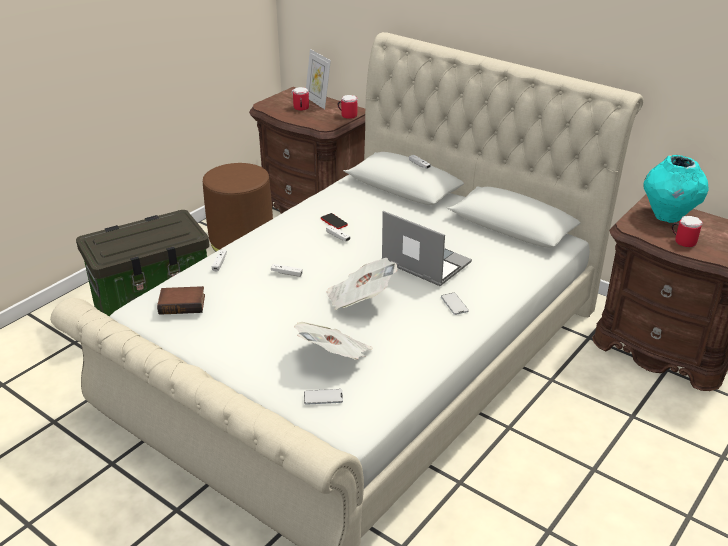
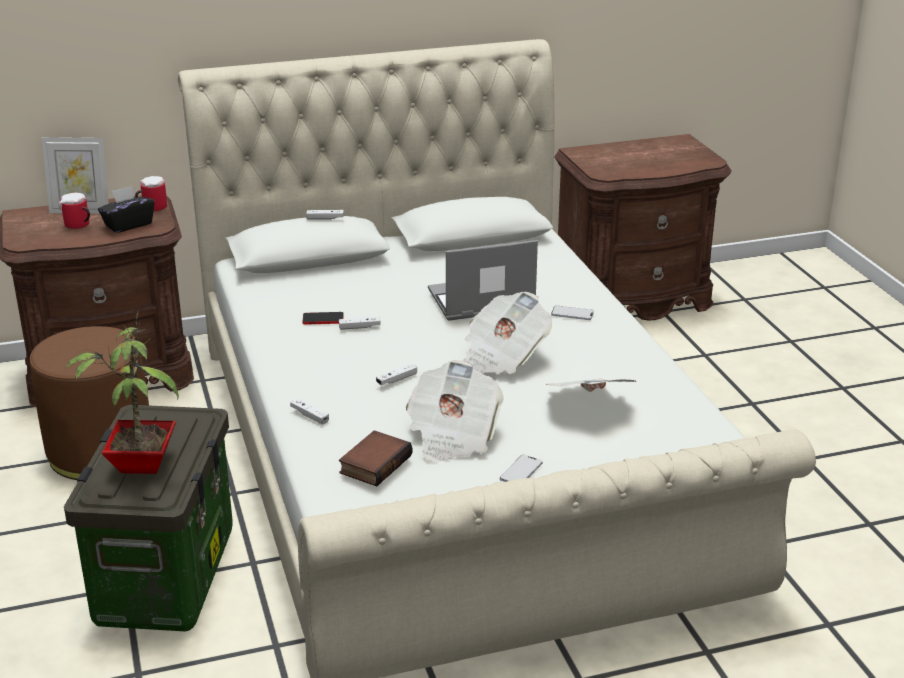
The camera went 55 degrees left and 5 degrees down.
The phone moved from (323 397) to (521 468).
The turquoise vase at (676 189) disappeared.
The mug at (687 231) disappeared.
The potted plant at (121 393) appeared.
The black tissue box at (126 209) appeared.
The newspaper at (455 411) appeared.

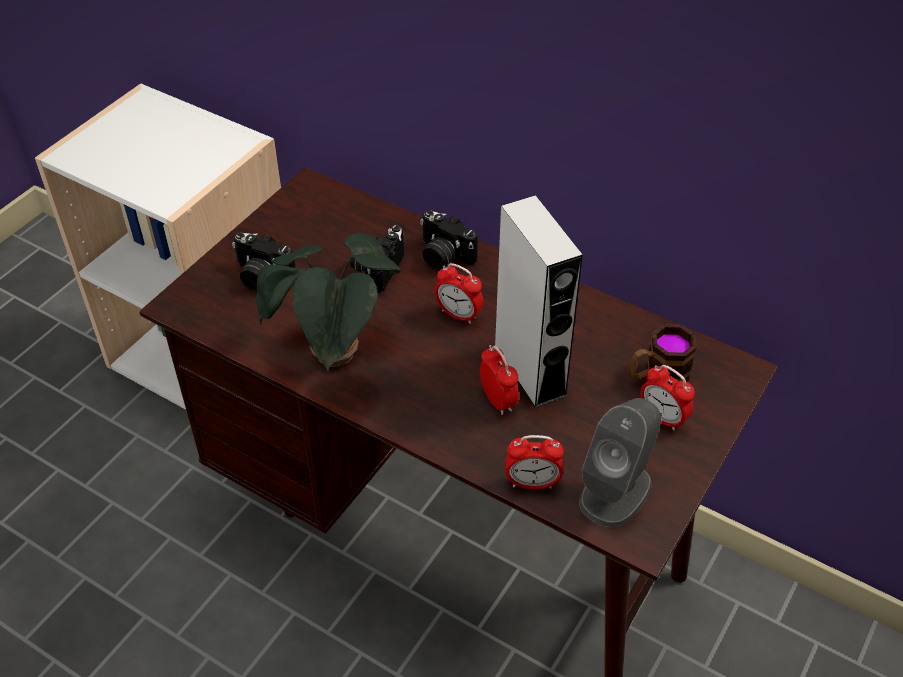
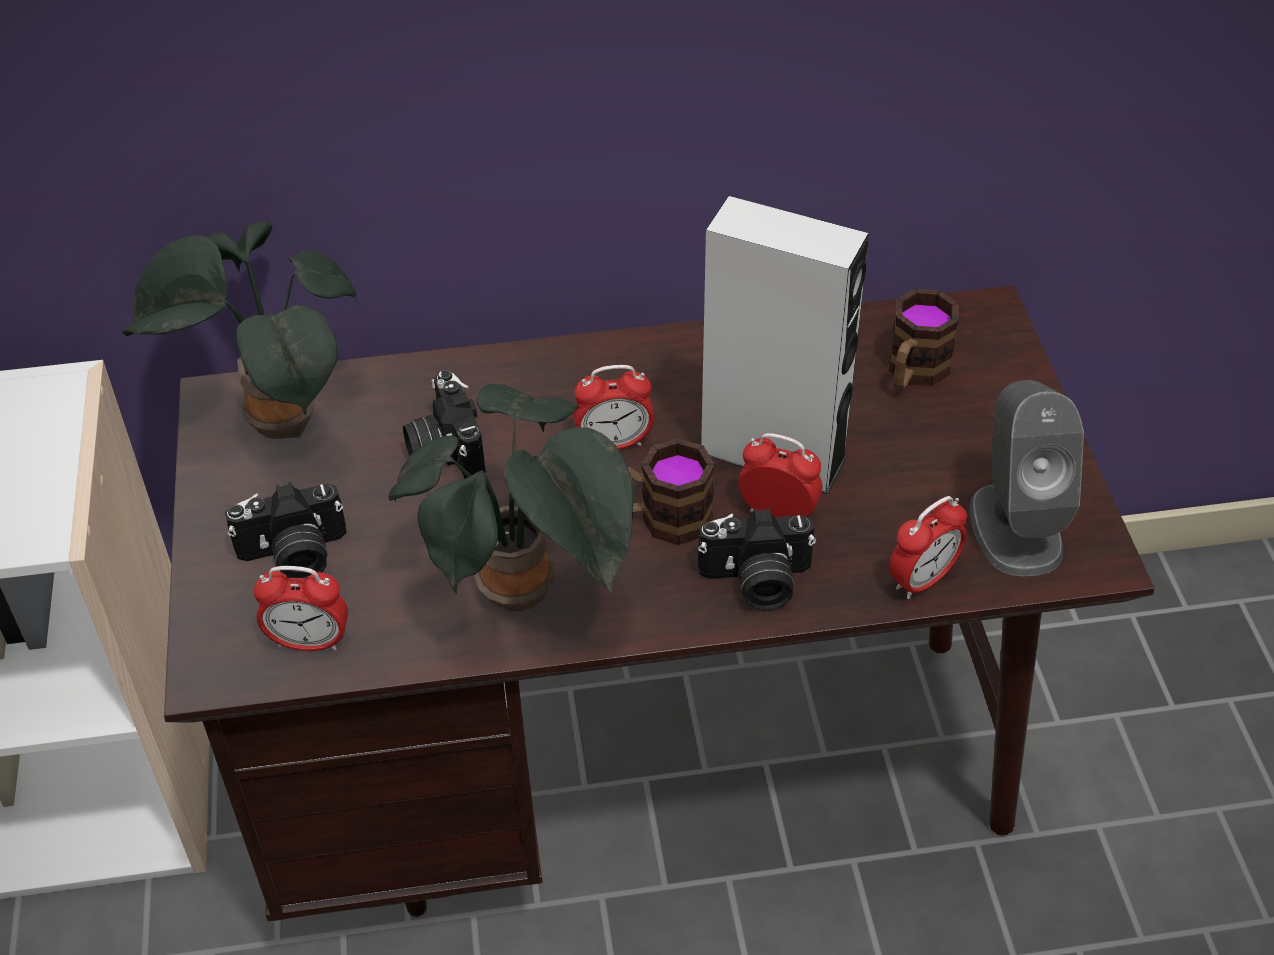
The camera went 40 degrees left and 0 degrees up.
The photo camera moved from (449 240) to (757 559).
The alarm clock moved from (667 398) to (300 608).
The potted plant at (240 330) appeared.
The mug at (671 491) appeared.

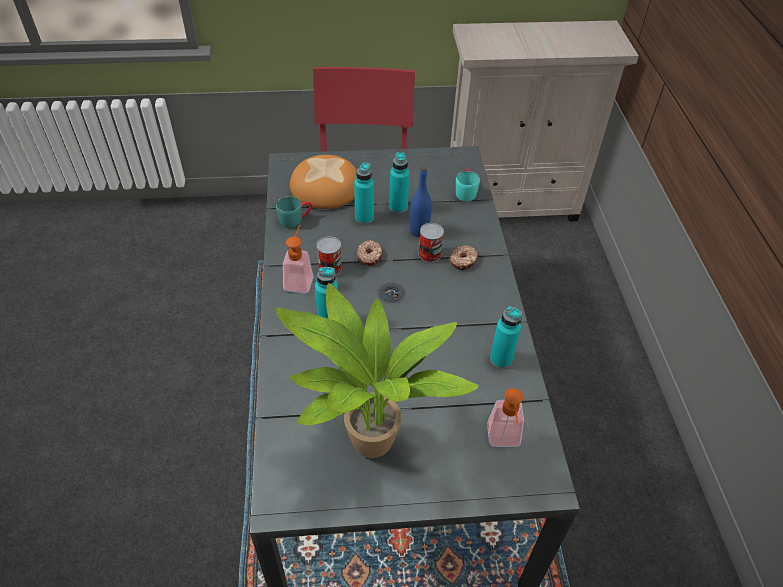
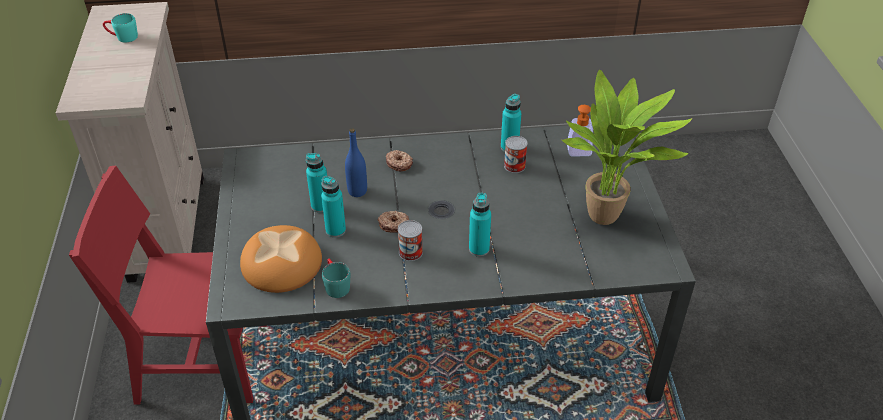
The camera went 90 degrees left and 5 degrees down.
The soap dispenser at (298 259) disappeared.
The can moved from (431 242) to (516 154).
The turquoise mug moved from (468 185) to (120 28).

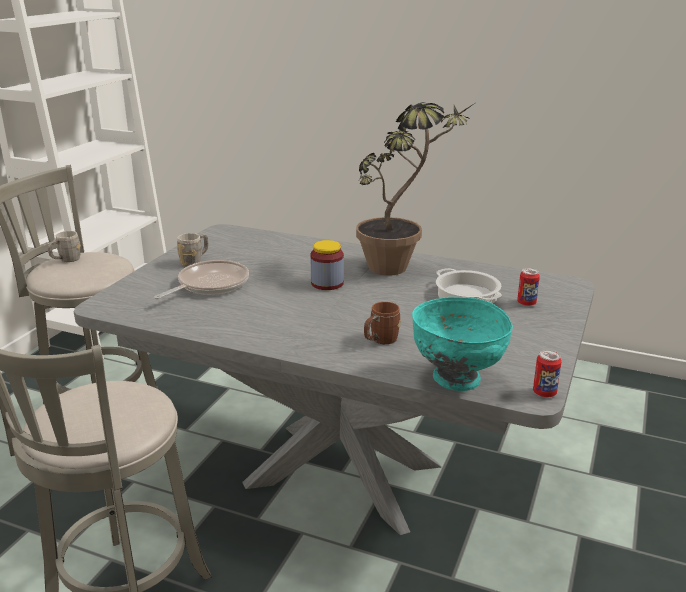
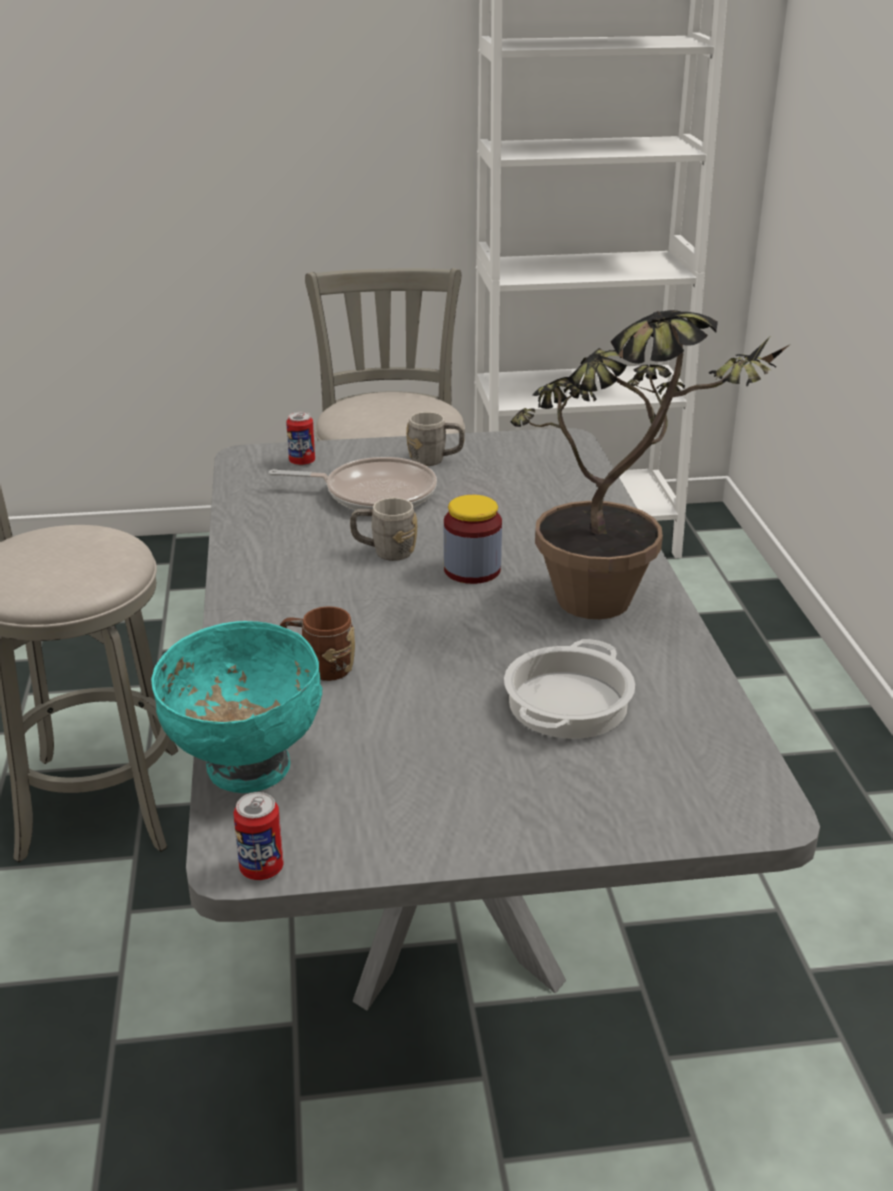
The camera went 60 degrees right and 5 degrees up.
The grey mug moved from (64 246) to (383 529).
The can moved from (528 287) to (300 439).

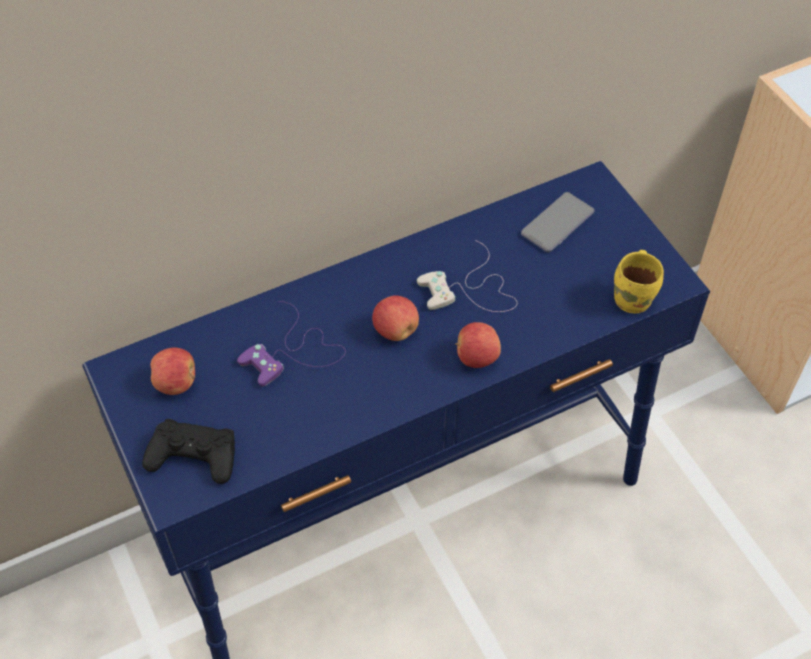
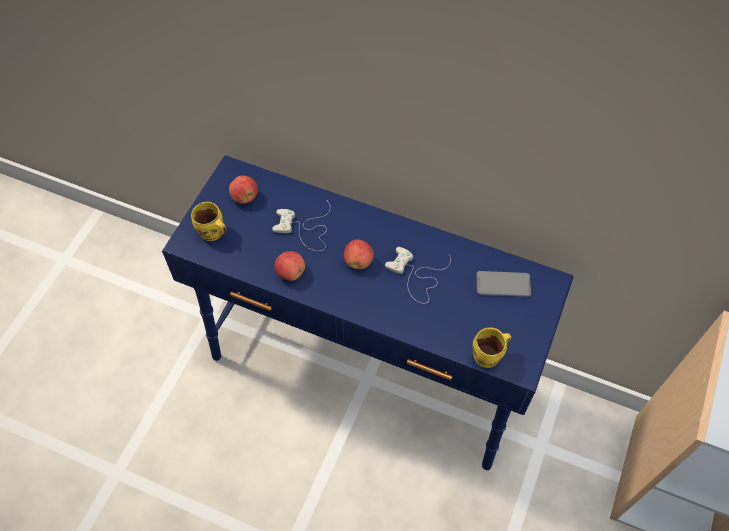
The camera went 50 degrees right and 5 degrees up.
The black game controller at (188 451) was replaced by the yellow mug at (209 221).
The purple game controller at (291 344) became the white game controller at (301 226).
The apple moved from (478 345) to (289 266).

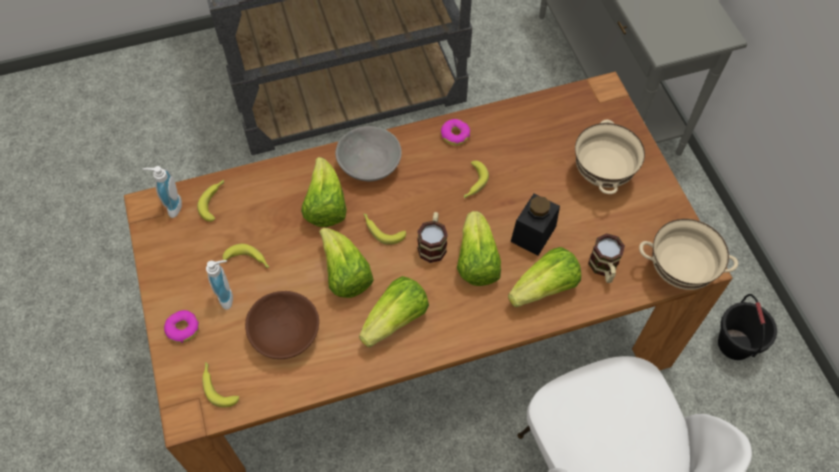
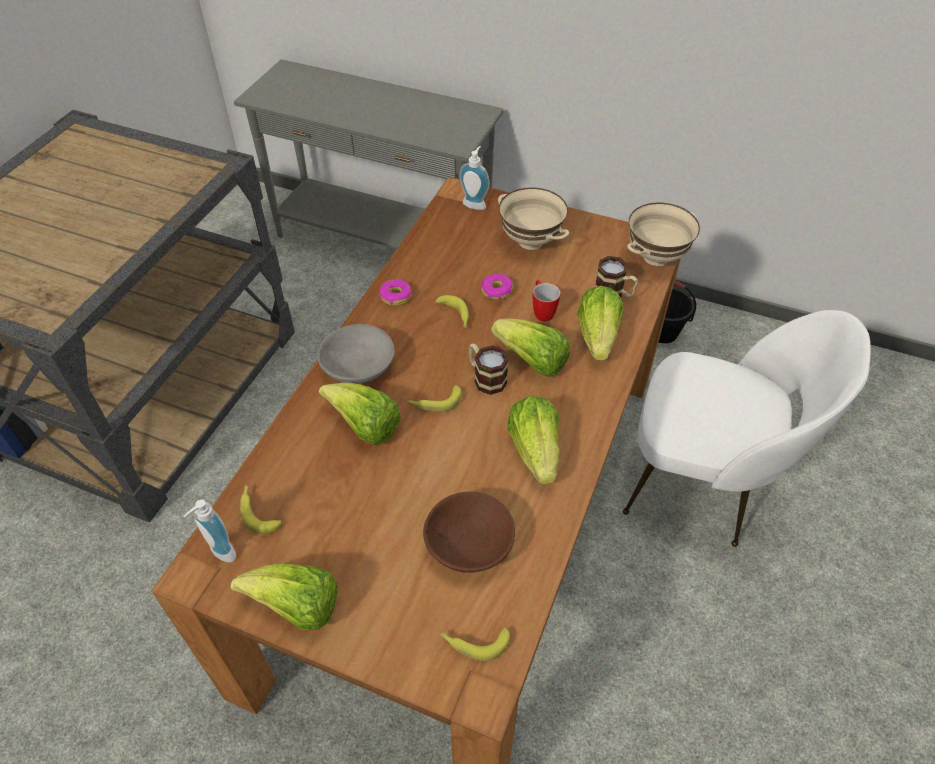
The camera went 50 degrees left and 10 degrees down.
The donut moved from (181 326) to (497 287).
The soap dispenser moved from (219 285) to (474 178).
The banana at (246 256) disappeared.
The lettuce moved from (346 263) to (284 597).
The black jar at (535 224) was replaced by the mug at (547 300).

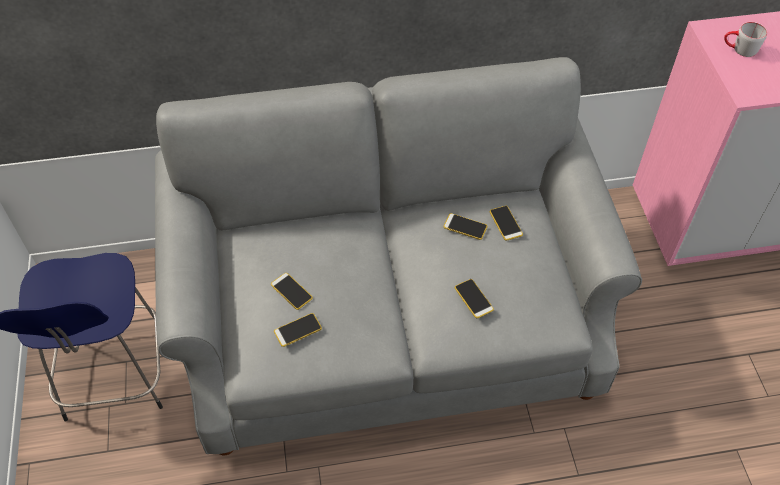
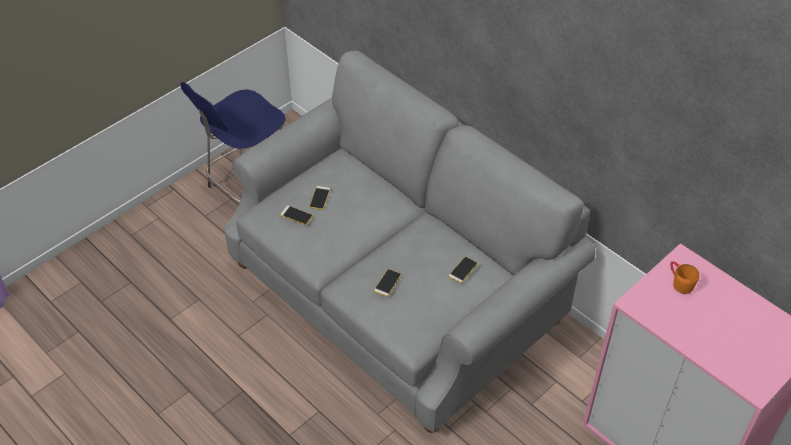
The camera went 55 degrees right and 5 degrees down.
The phone at (465 226) disappeared.
The grey mug at (745 39) became the orange mug at (685 277).

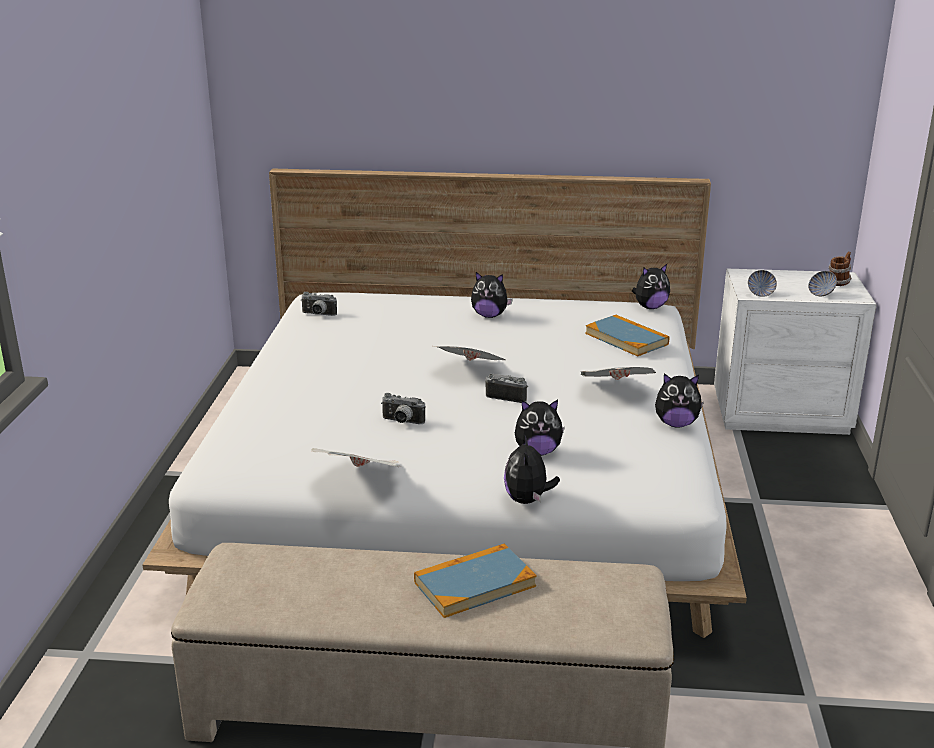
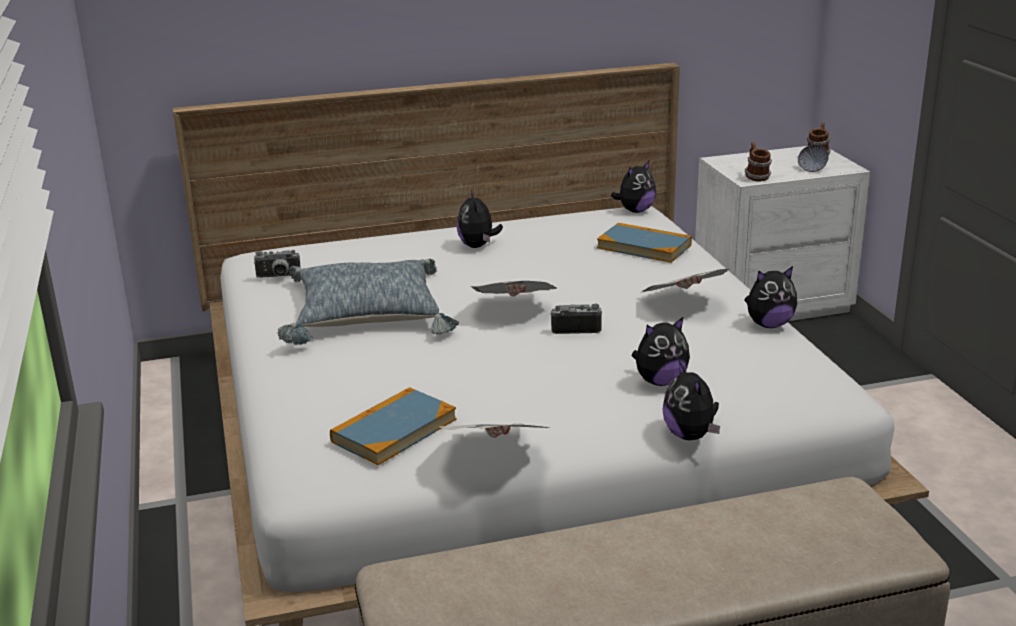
The camera went 20 degrees left and 0 degrees up.
The photo camera at (403 408) disappeared.
The book moved from (475 581) to (393 426).
The plush toy at (492 295) turned 90 degrees clockwise.
The bowl at (762 283) was replaced by the mug at (758 162).
The pillow at (368 301) appeared.

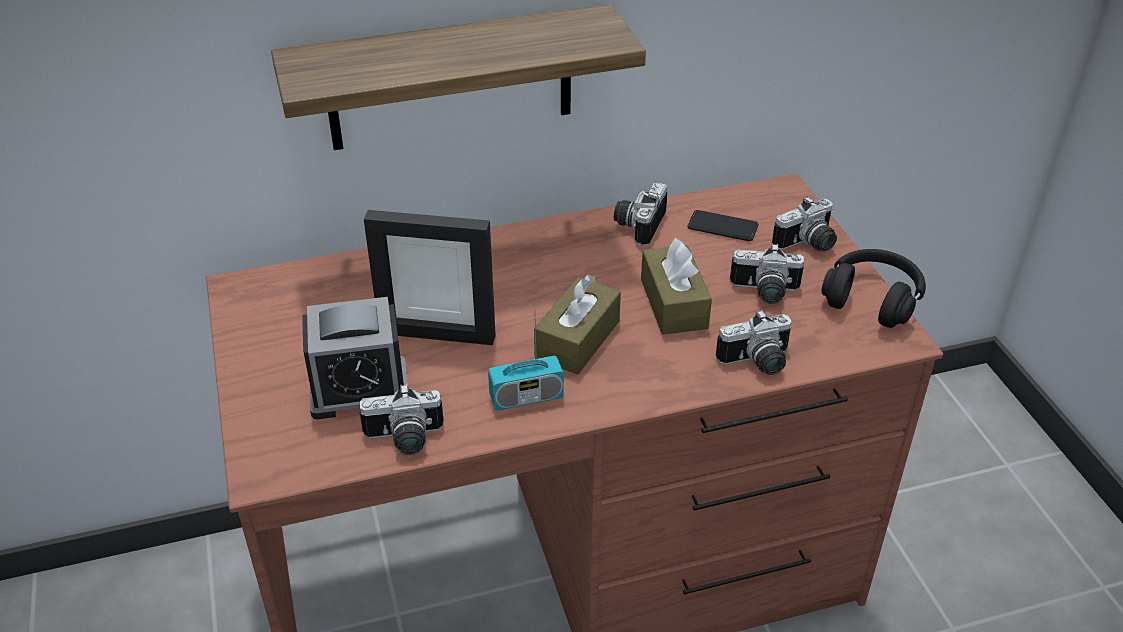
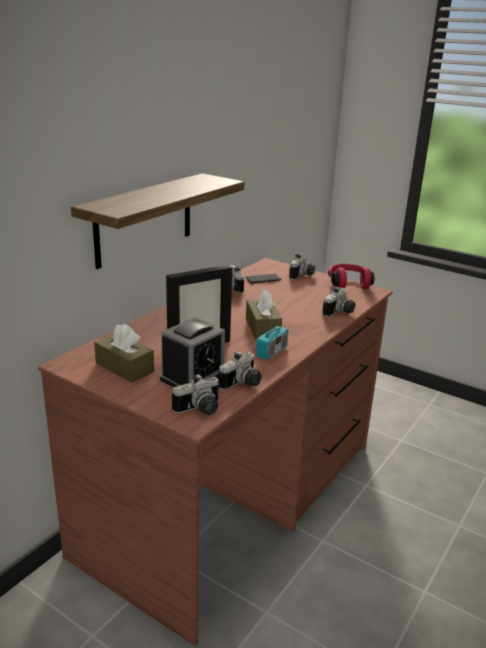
The camera went 40 degrees left and 15 degrees down.
The brown tissue box moved from (676 286) to (124 353).
The photo camera moved from (767 273) to (195 394).
The black headphones at (874 288) became the red headphones at (351 276).

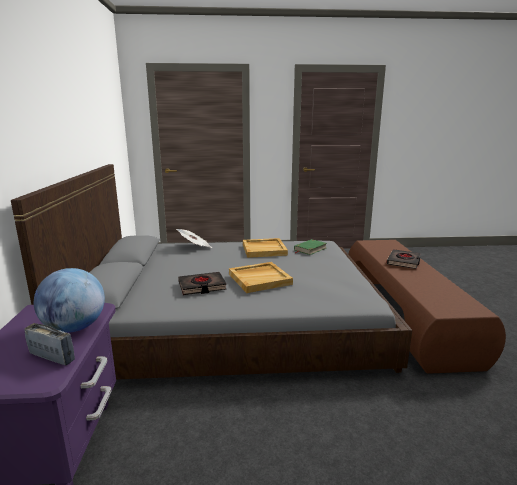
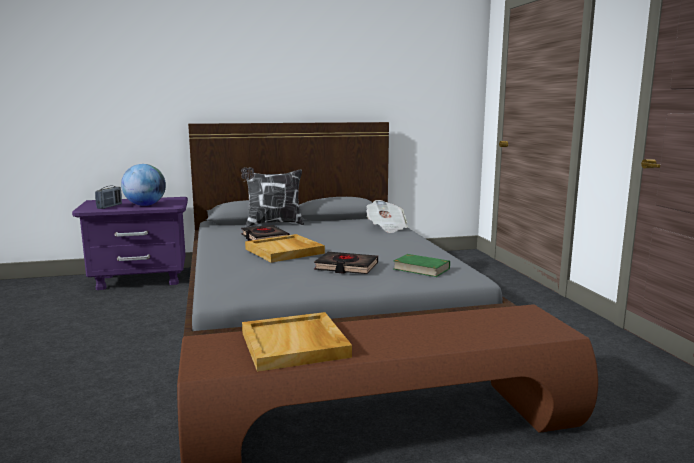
The camera went 80 degrees right and 5 degrees down.
The beige tray moved from (265 248) to (297 342).
The black book moved from (403 259) to (346 263).
The pillow at (272 197) appeared.

